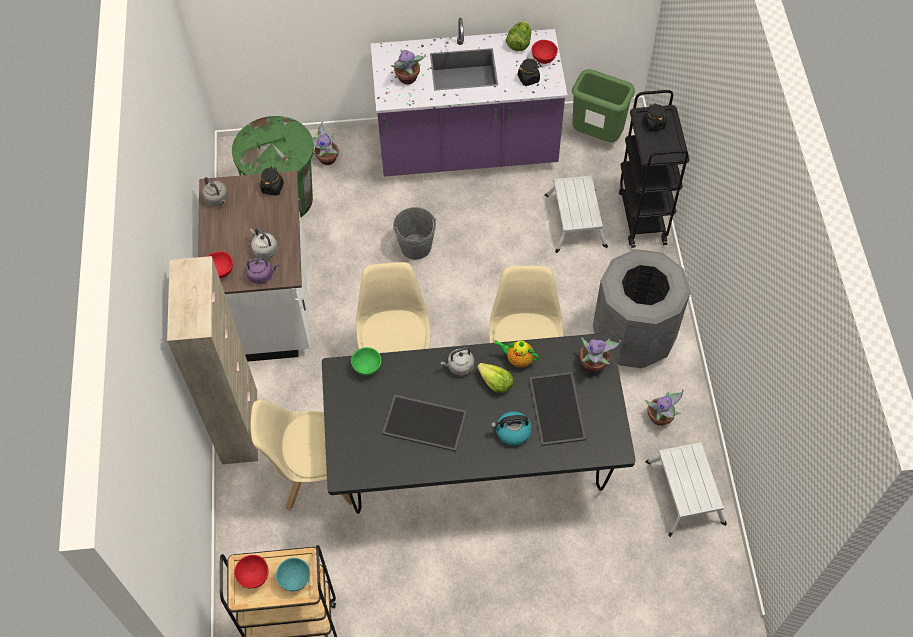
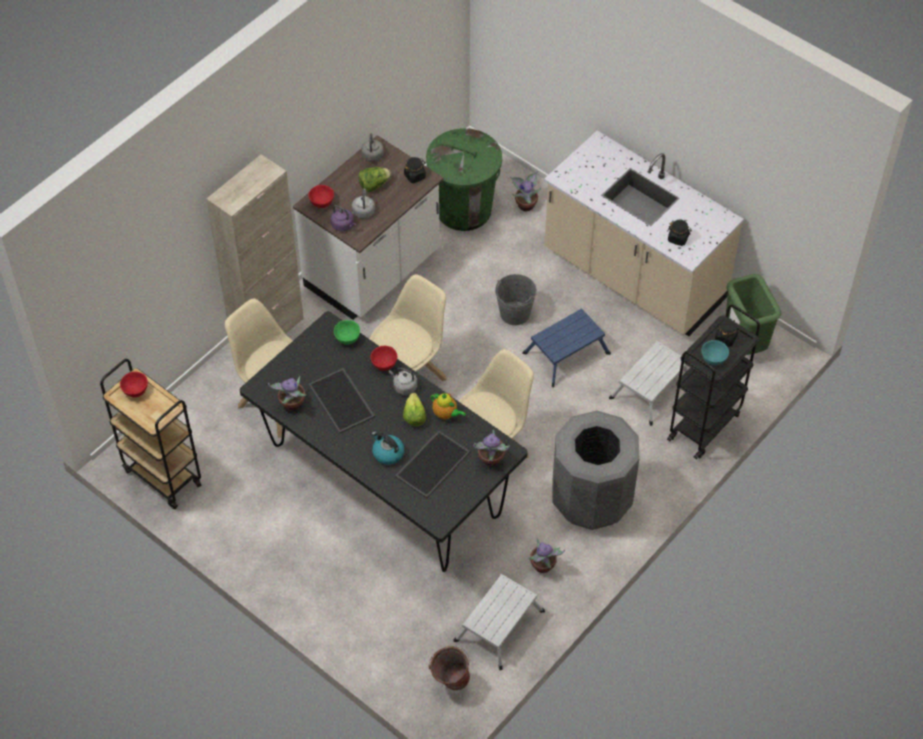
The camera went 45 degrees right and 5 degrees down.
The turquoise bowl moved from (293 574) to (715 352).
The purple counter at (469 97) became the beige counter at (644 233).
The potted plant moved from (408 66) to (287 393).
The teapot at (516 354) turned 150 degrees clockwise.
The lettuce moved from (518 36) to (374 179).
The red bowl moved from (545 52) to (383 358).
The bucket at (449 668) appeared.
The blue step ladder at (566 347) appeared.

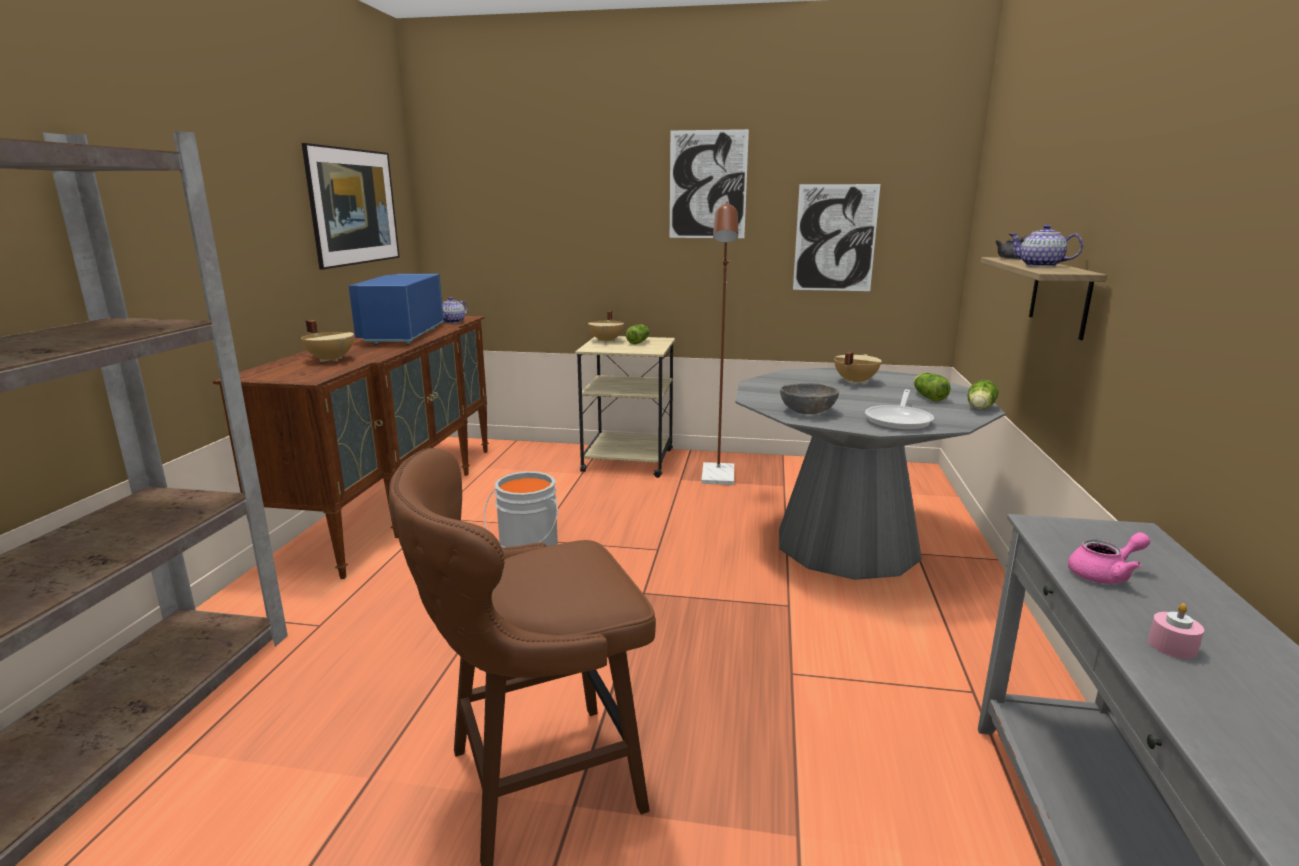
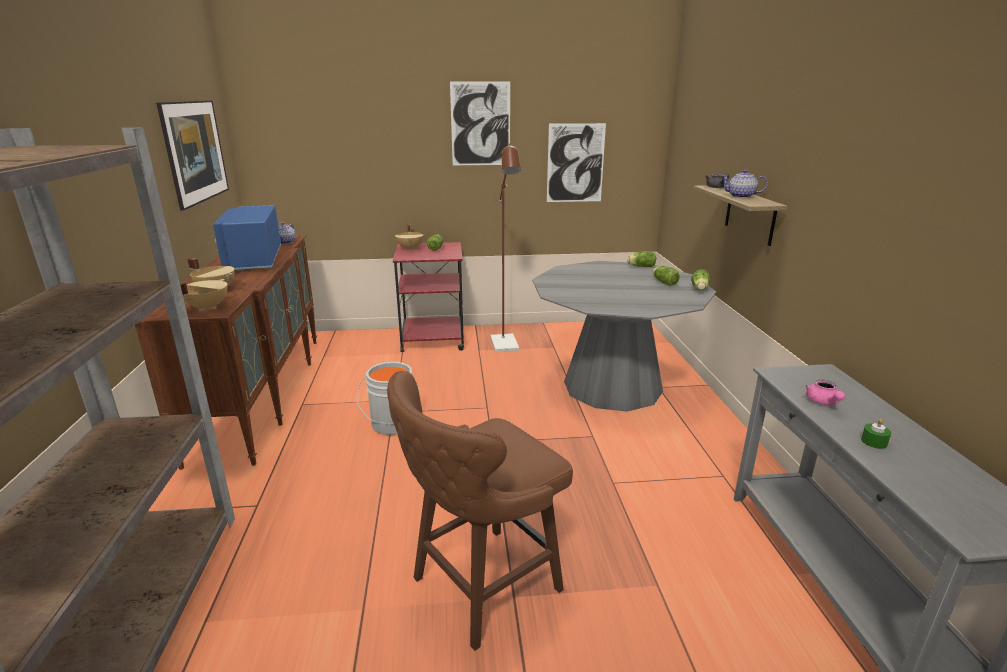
The camera went 15 degrees left and 5 degrees up.
The beige cart at (625 407) became the red cart at (428 297).
The grey bowl at (809 398) disappeared.
The beige cooking pot moved from (858 368) to (203 295).
The frying pan at (899 410) disappeared.
The pink teapot at (1109 558) turned 120 degrees clockwise.
The pink candle at (1176 631) became the green candle at (876 434).
The lettuce at (641 259) appeared.

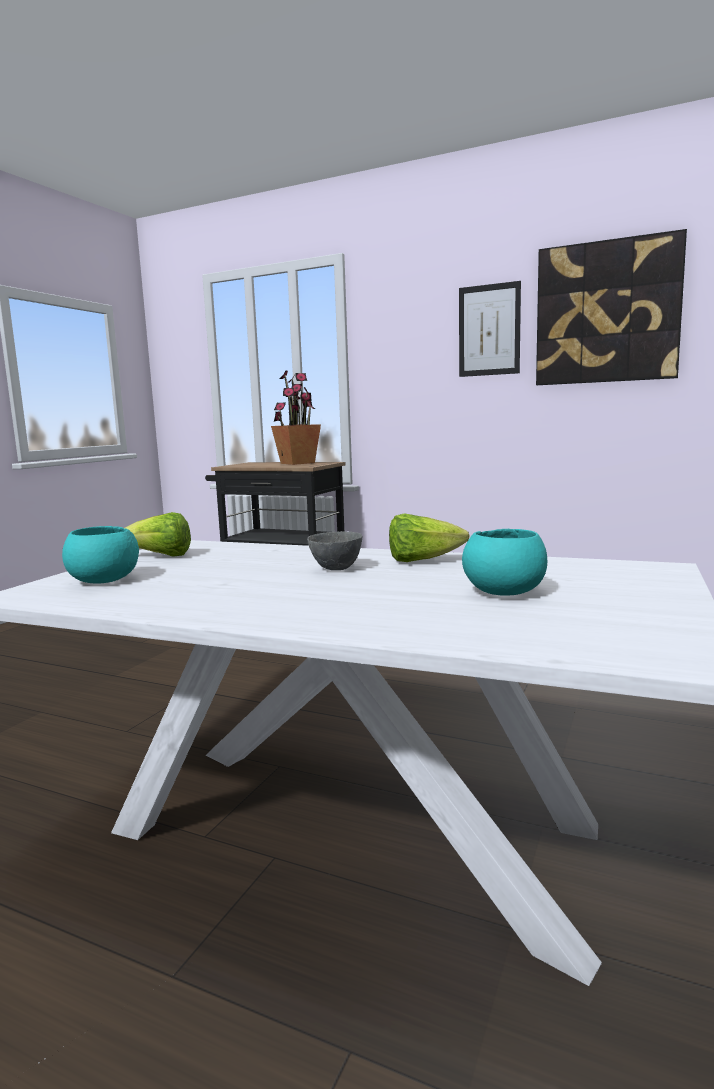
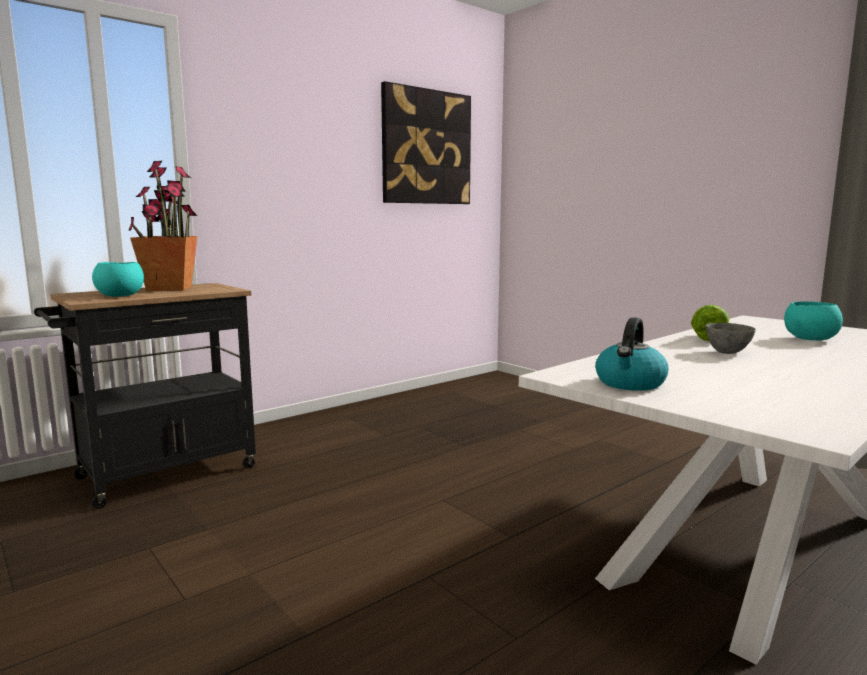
The camera went 65 degrees left and 0 degrees up.
The turquoise bowl moved from (100 555) to (118 279).
The lettuce at (157 534) was replaced by the kettle at (631 354).
The picture at (490 329) disappeared.

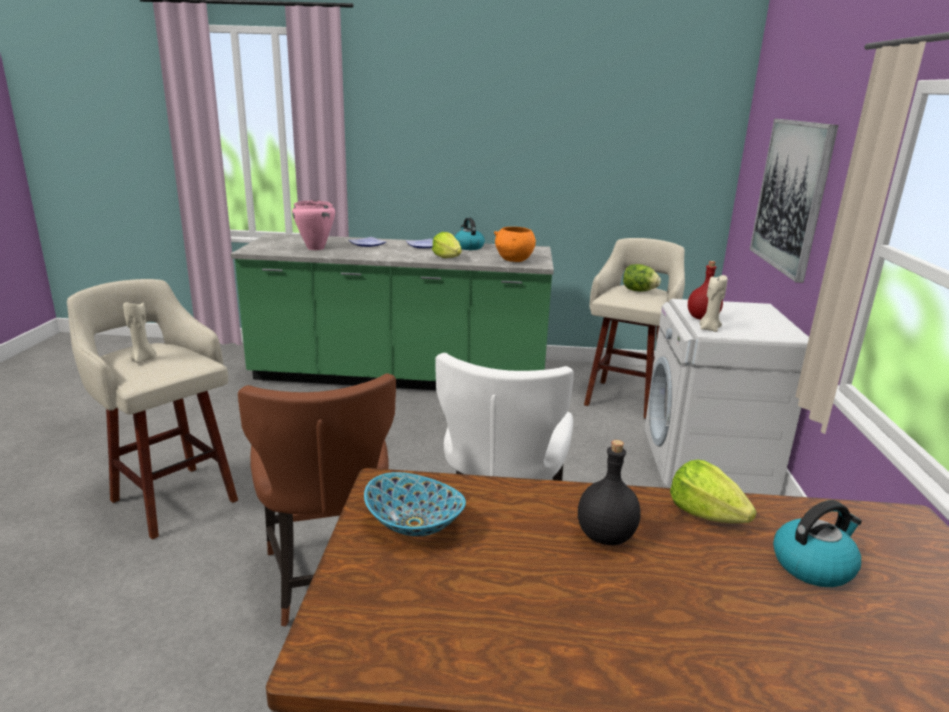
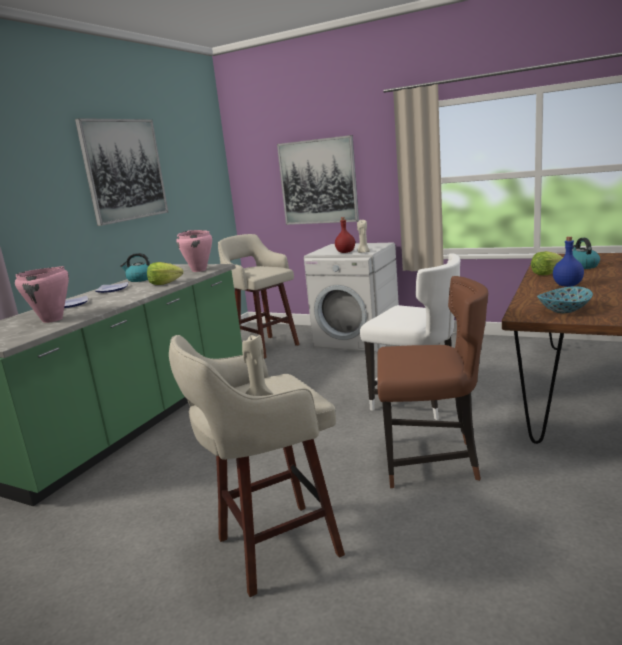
The camera went 65 degrees left and 5 degrees down.
The orange bowl at (515 244) was replaced by the pink cooking pot at (194 251).
The black bottle at (609 493) became the blue bottle at (568 262).
The lettuce at (642 278) disappeared.
The picture at (121 172) appeared.

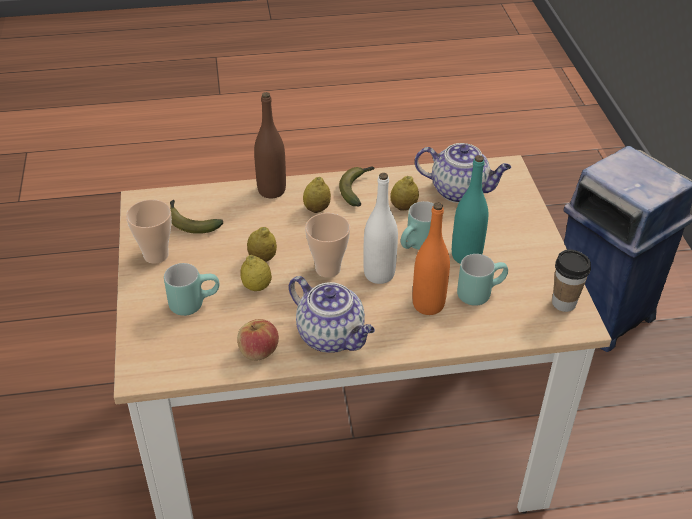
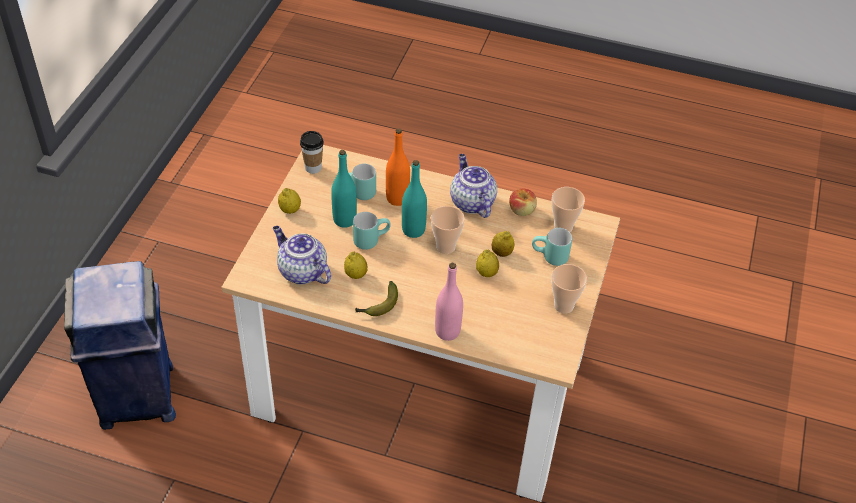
The camera went 155 degrees left and 5 degrees up.
The banana at (196 217) disappeared.
The brown bottle at (270 145) became the pink bottle at (449 302).
The lemon moved from (317 195) to (289 201).
The white bottle at (380 228) became the turquoise bottle at (414 199).
The cup at (568 209) appeared.

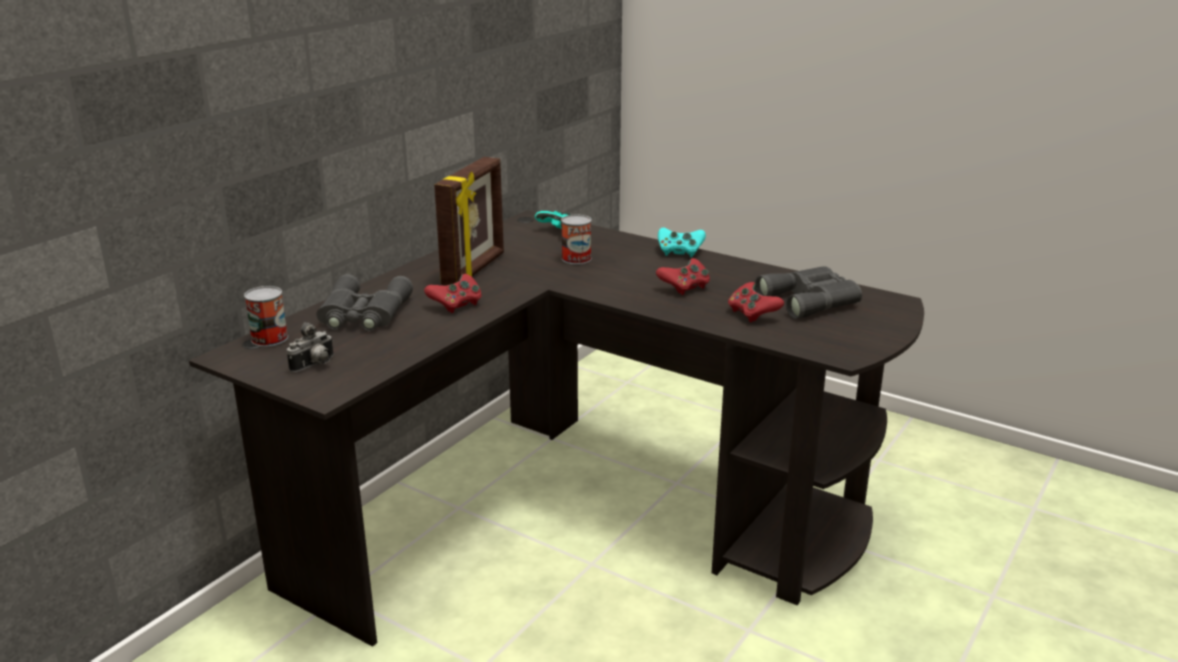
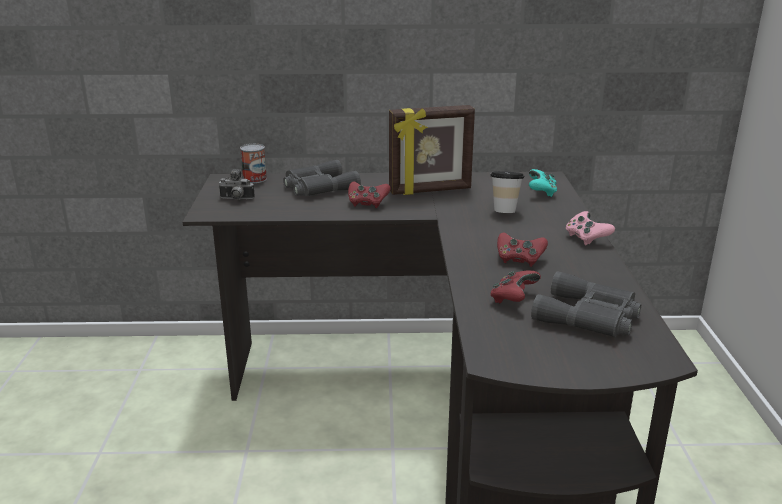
The camera went 55 degrees right and 0 degrees up.
The can at (576 239) was replaced by the cup at (507 192).
The turquoise game controller at (682 242) became the pink game controller at (590 228).

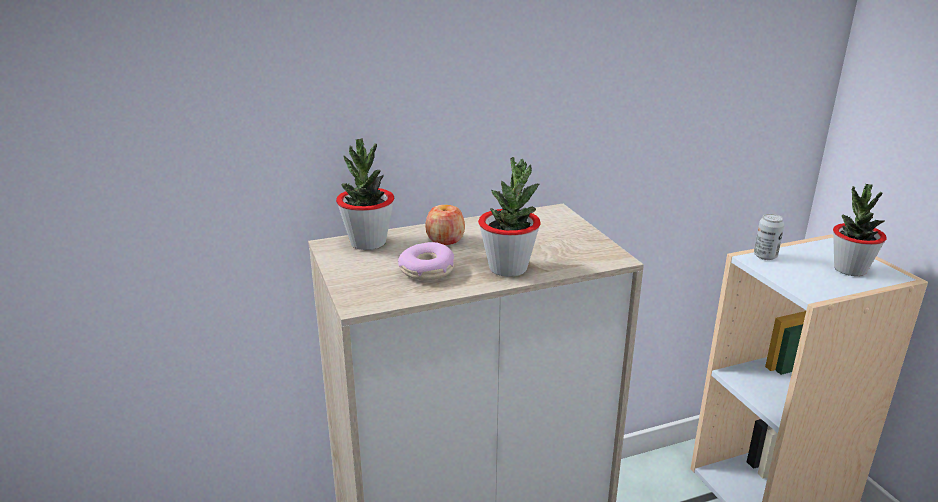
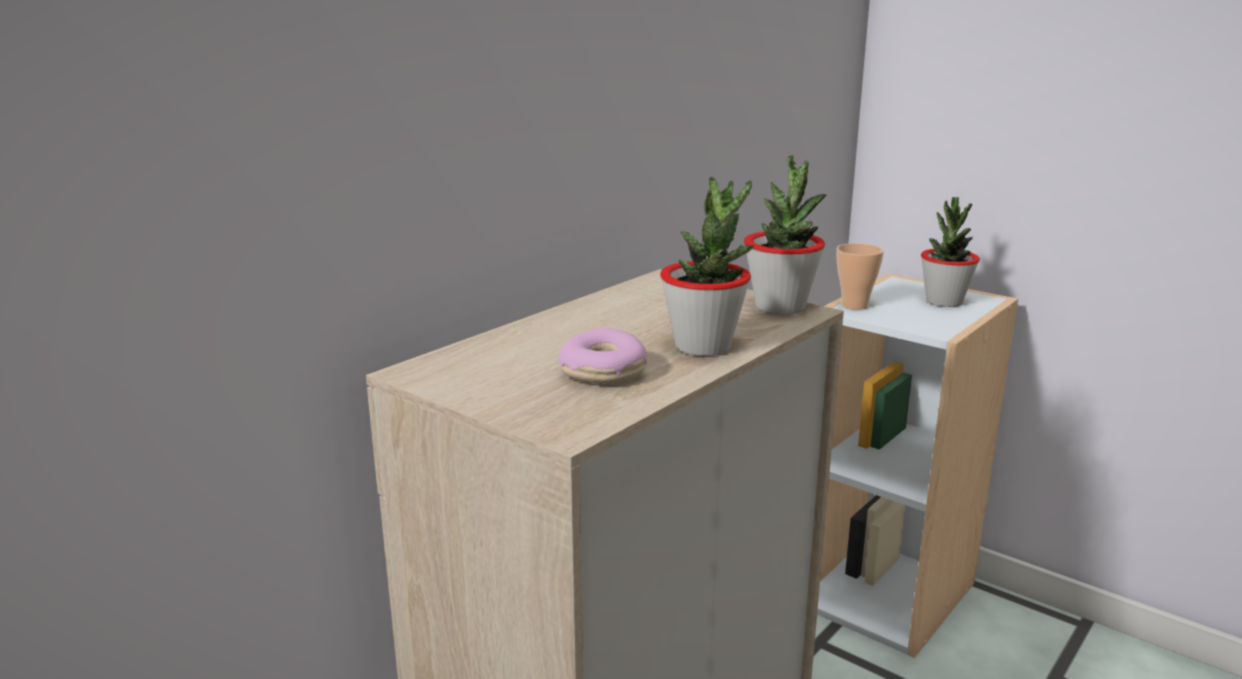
The camera went 30 degrees left and 5 degrees down.
The potted plant moved from (365 194) to (785 234).
The apple at (445 225) disappeared.
The can at (769 237) was replaced by the cup at (860 276).

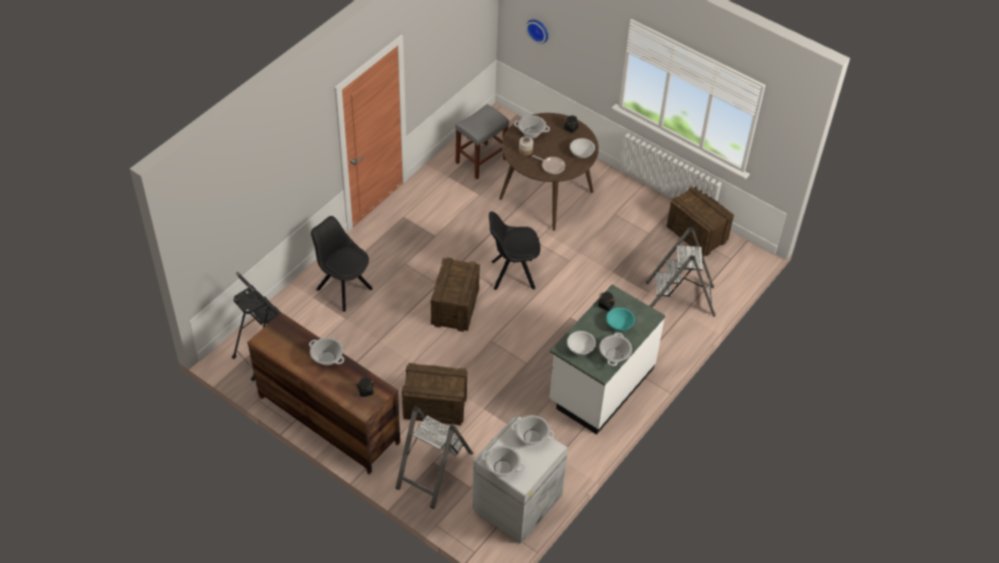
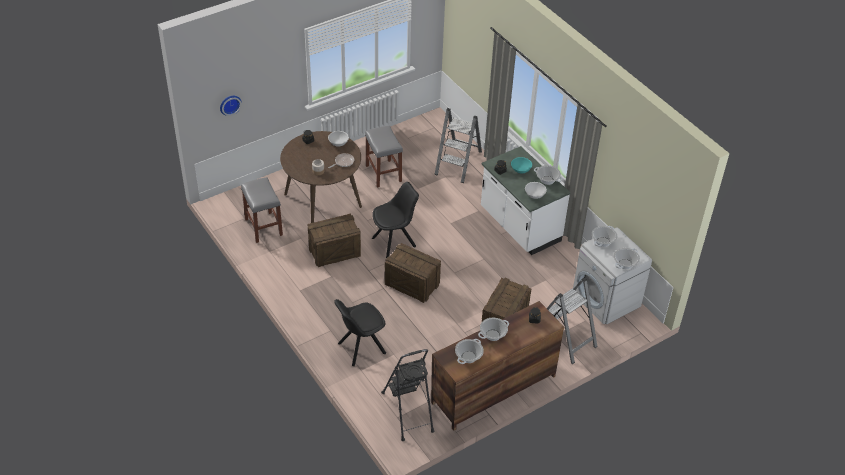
The camera went 70 degrees left and 5 degrees down.
The black chair at (514 250) turned 135 degrees counterclockwise.
The cooking pot moved from (532 126) to (469 351).
The crate moved from (700 221) to (334 240).
The grey stool at (384 157) appeared.

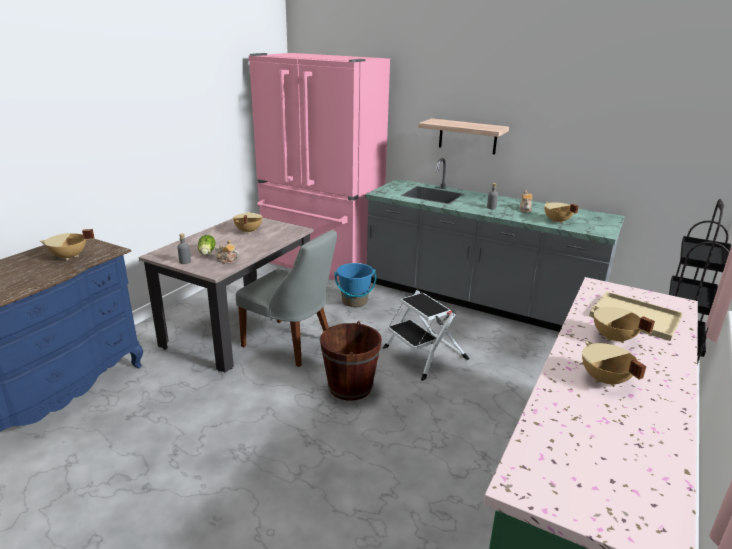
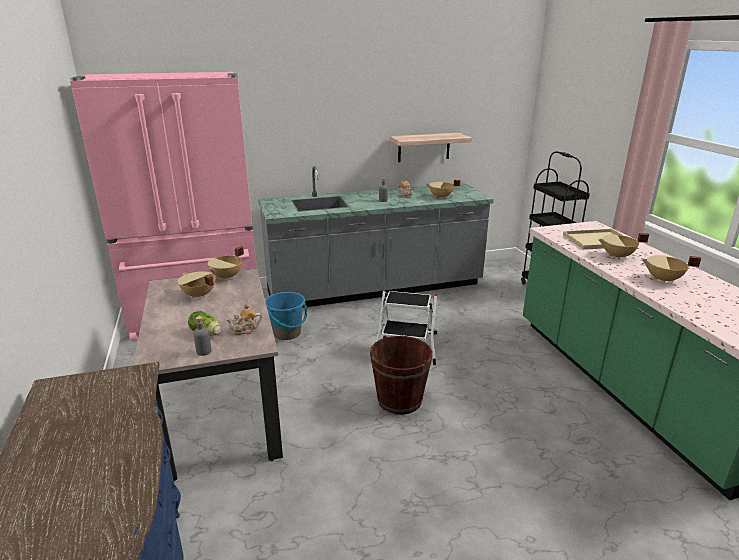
The camera went 45 degrees left and 0 degrees up.
The beige cooking pot moved from (67 244) to (226 263).
The grey chair at (286 298) disappeared.
The shelf moved from (463 136) to (430 147).

